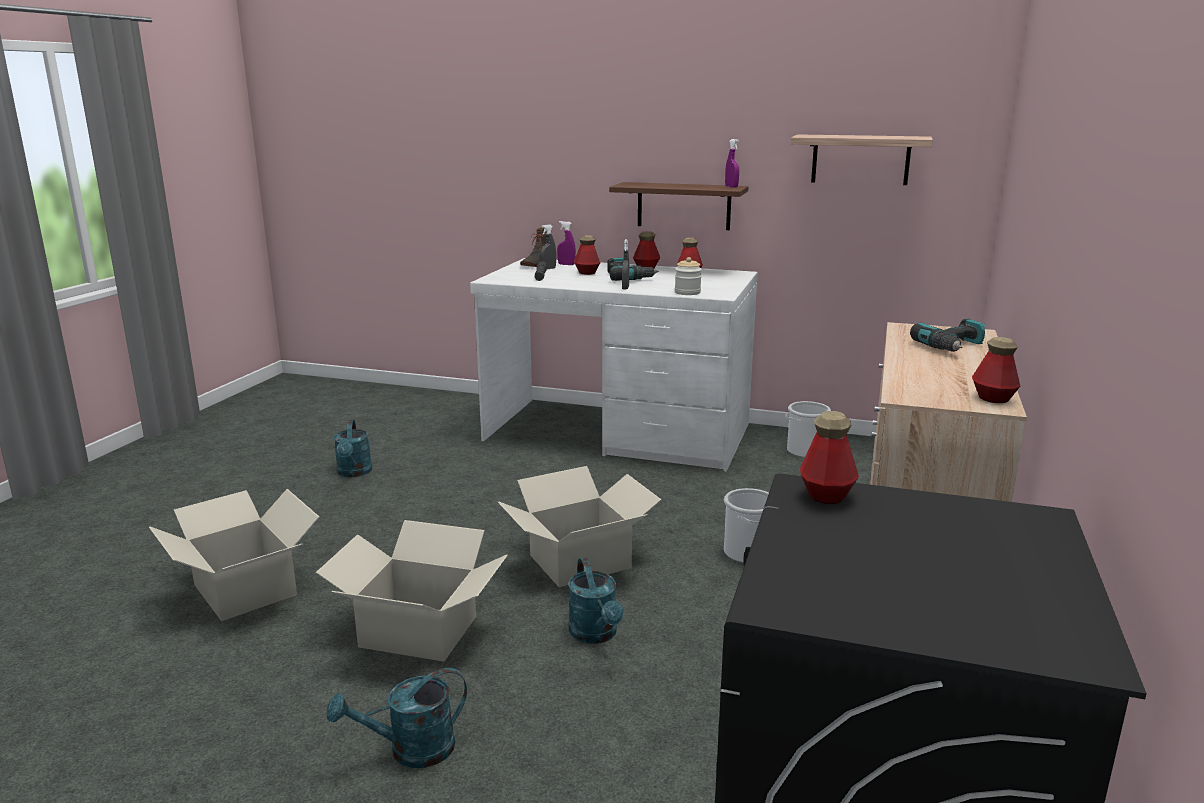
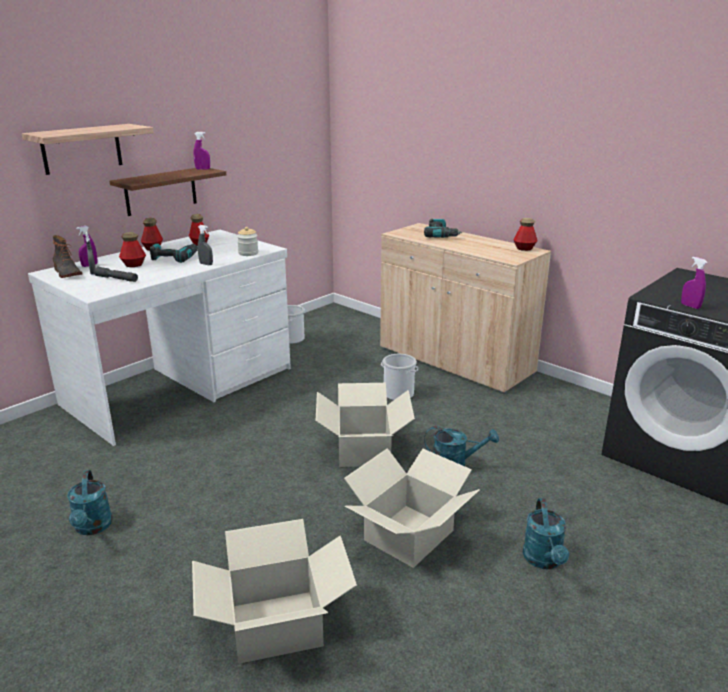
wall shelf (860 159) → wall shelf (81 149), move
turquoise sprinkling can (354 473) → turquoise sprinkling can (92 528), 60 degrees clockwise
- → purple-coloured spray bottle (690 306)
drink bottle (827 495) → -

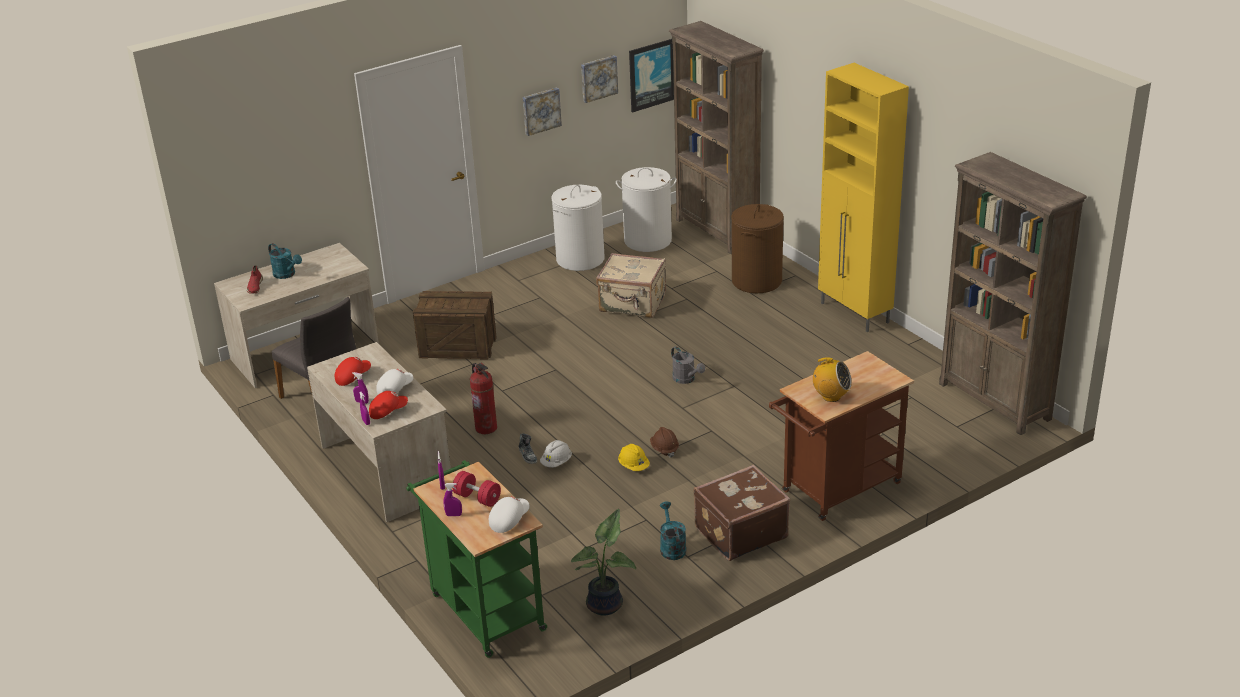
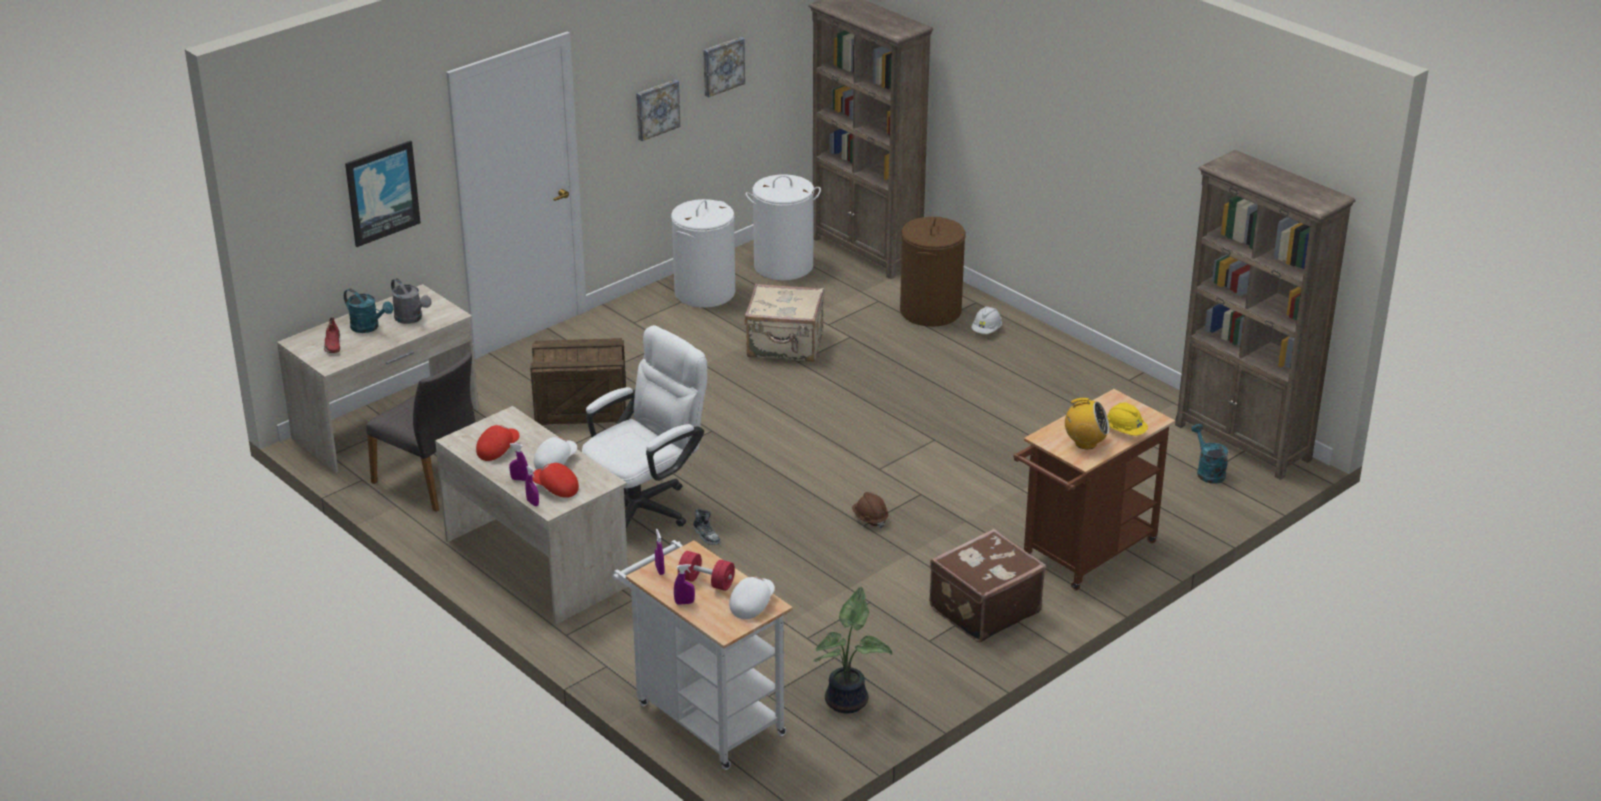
wall picture (651 74) → wall picture (382 192), move
grey sprinkling can (686 379) → grey sprinkling can (411 319), move
red-coloured cap (388 411) → red-coloured cap (555 489), 120 degrees counterclockwise
fire extinguisher (486 428) → white-coloured computer chair (645 506)
greenish wheeled cart (483 608) → white-coloured wheeled cart (703 715)
white-coloured work helmet (556 462) → white-coloured work helmet (986 330), move
yellow-coloured work helmet (633 466) → yellow-coloured work helmet (1125 431), move
turquoise sprinkling can (671 547) → turquoise sprinkling can (1208 472), move
yellow-coloured cupboard (855 313) → -

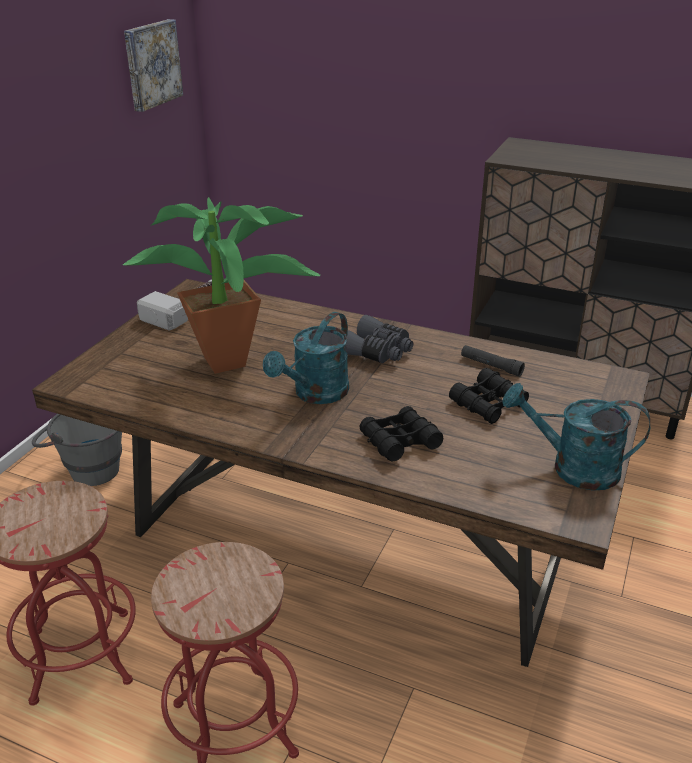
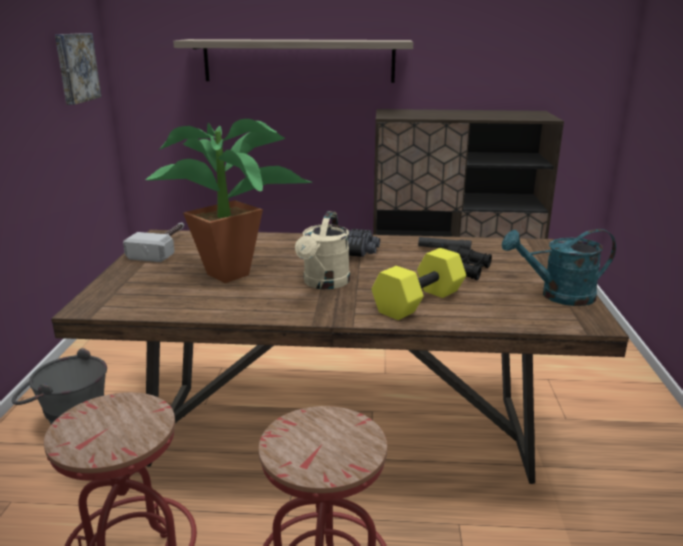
- → wall shelf (299 61)
turquoise sprinkling can (315 394) → beige-coloured sprinkling can (324 283)
black-coloured binoculars (399 441) → yellow-coloured free weight (418 301)

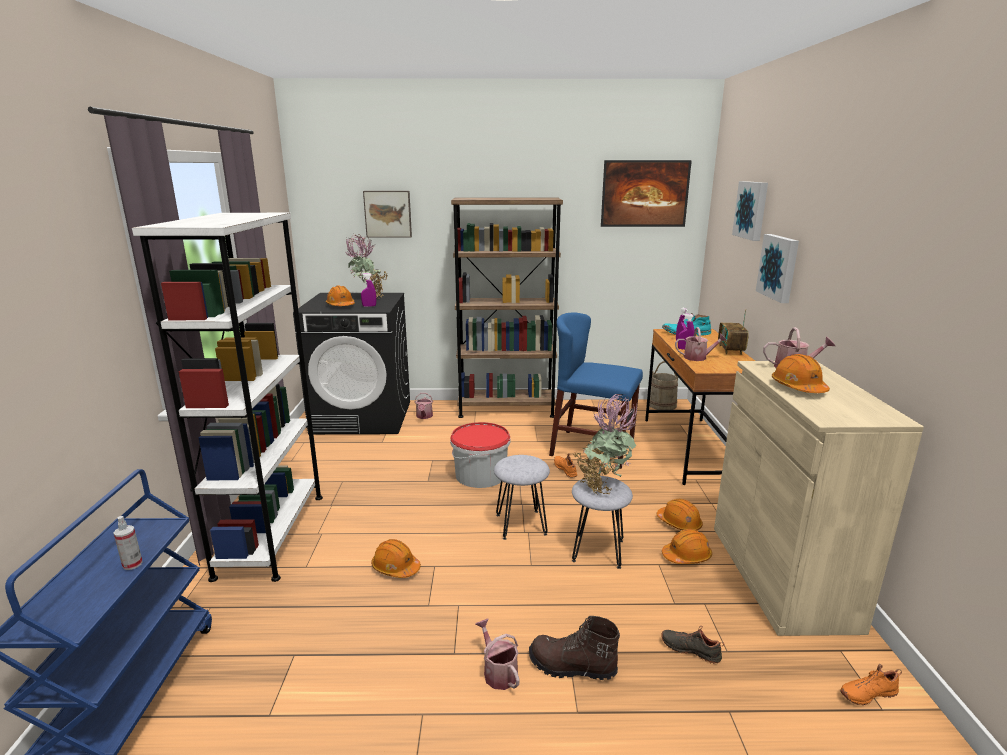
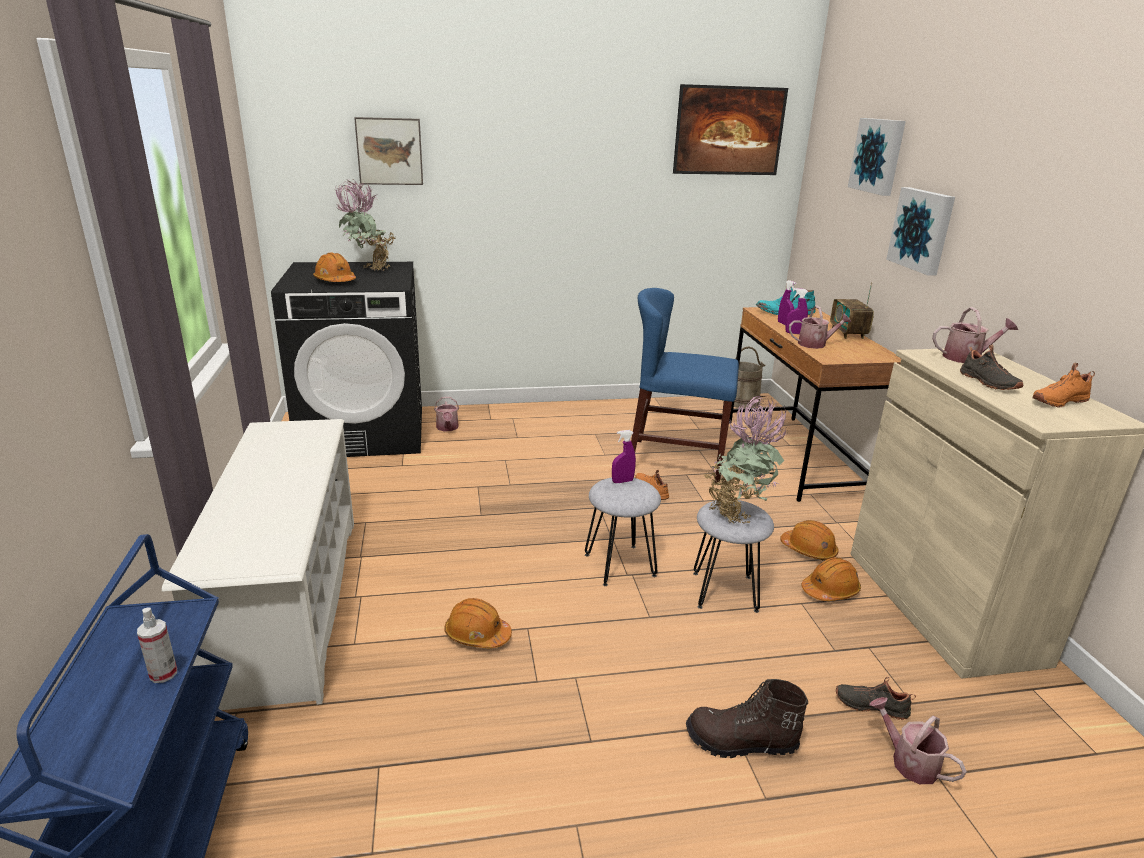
white-coloured bookcase (271 534) → white-coloured shoe rack (290 602)
purple-coloured spray bottle (369 306) → purple-coloured spray bottle (622 481), move
sprinkling can (498 671) → sprinkling can (908 761), move
orange-coloured work helmet (798 387) → black-coloured low shoe (987 382)
orange-coloured low shoe (867 693) → orange-coloured low shoe (1057 401), move
pail (481 474) → -
brown-coloured bookcase (506 409) → -

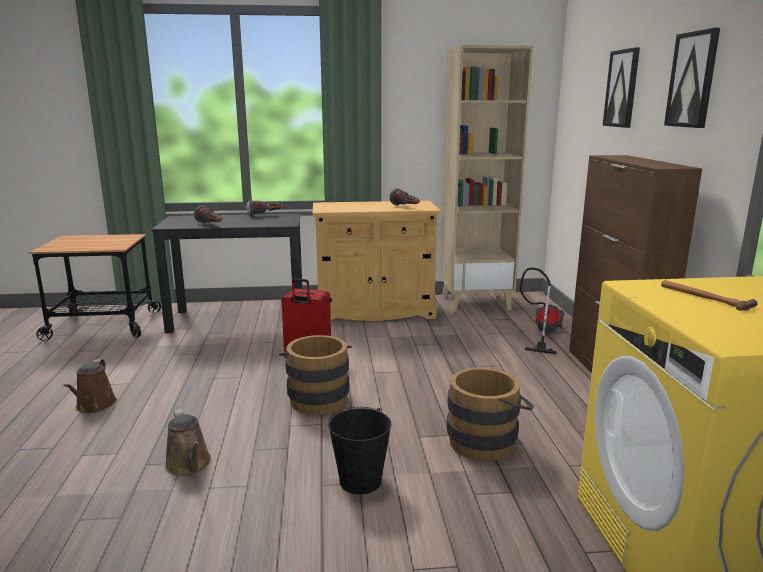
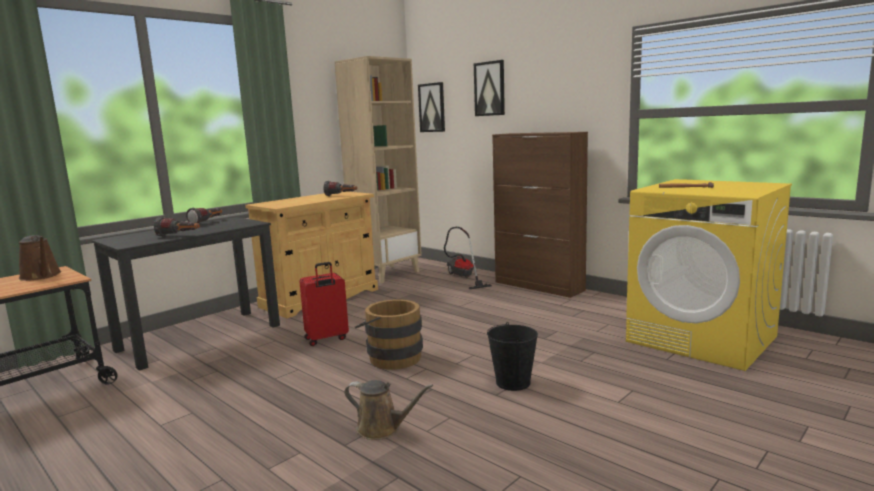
brown-coloured sprinkling can (94 406) → brown-coloured sprinkling can (41 276), move
wall picture (692 80) → wall picture (432 107), move
brown-coloured pail (487 440) → -

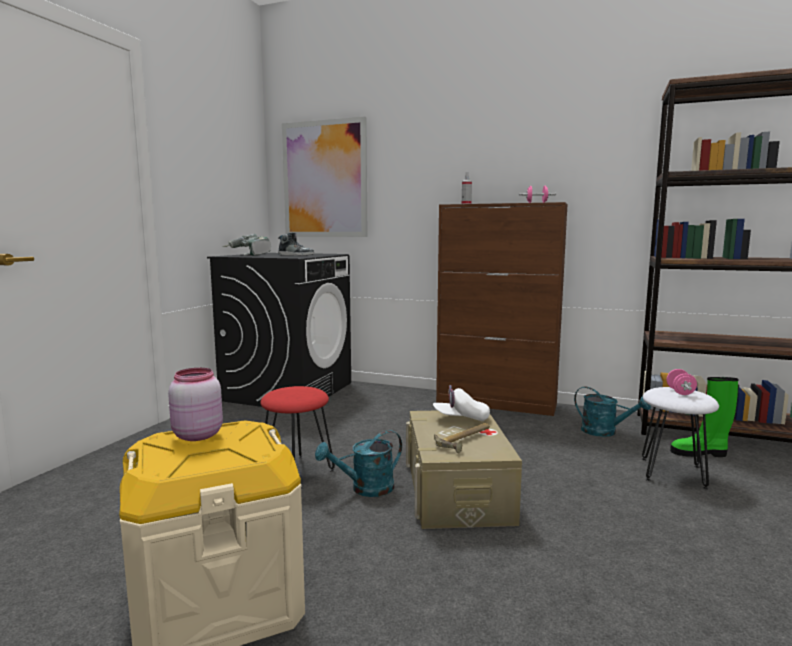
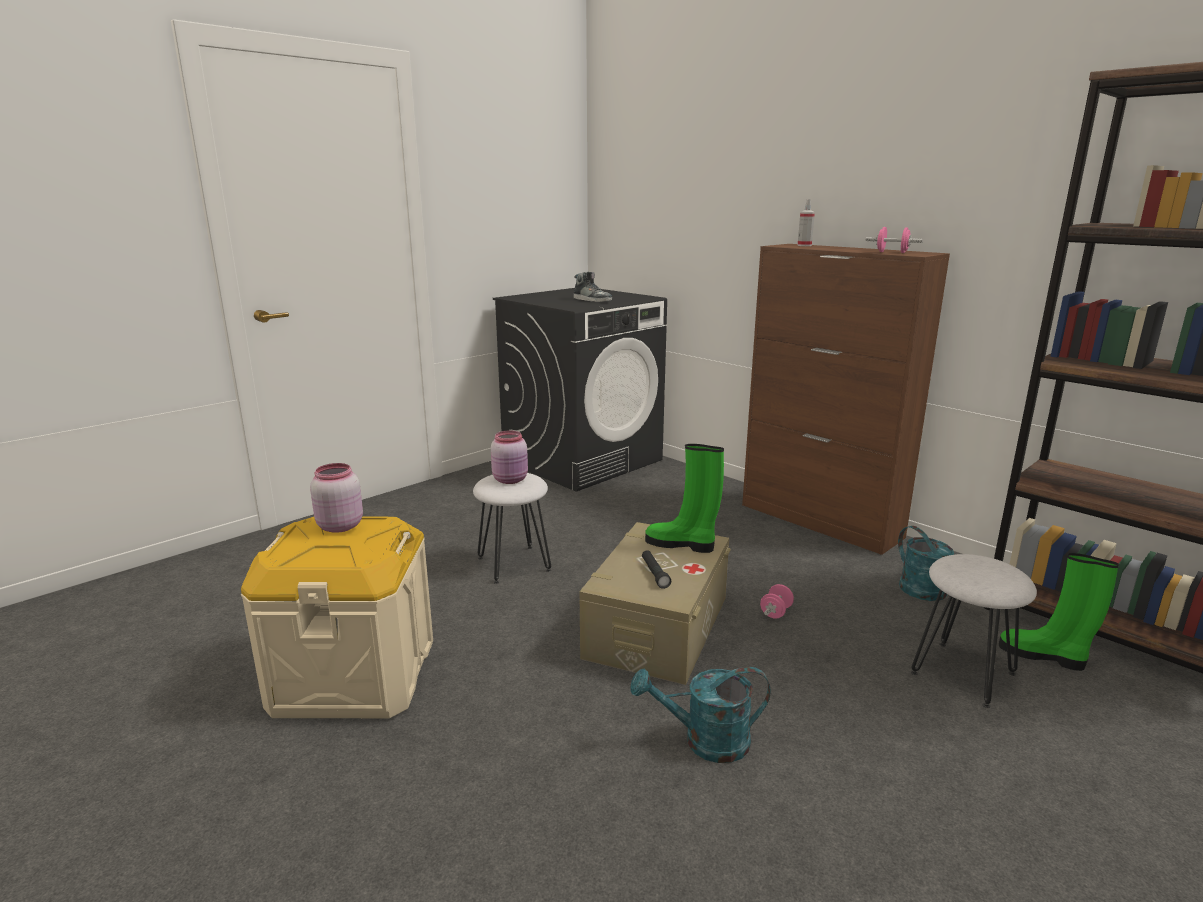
red-coloured stool (298 471) → white-coloured stool (514 564)
- → pinkish preserve jar (511 480)
turquoise sprinkling can (365 489) → turquoise sprinkling can (705 742), move
tool hammer (466 440) → black-coloured flashlight (655 574)
white-coloured cap (461 418) → greenish boot (681 544)
pinkish free weight (680 392) → pinkish free weight (776 612), move
electric drill (248 255) → -
wall picture (325 179) → -

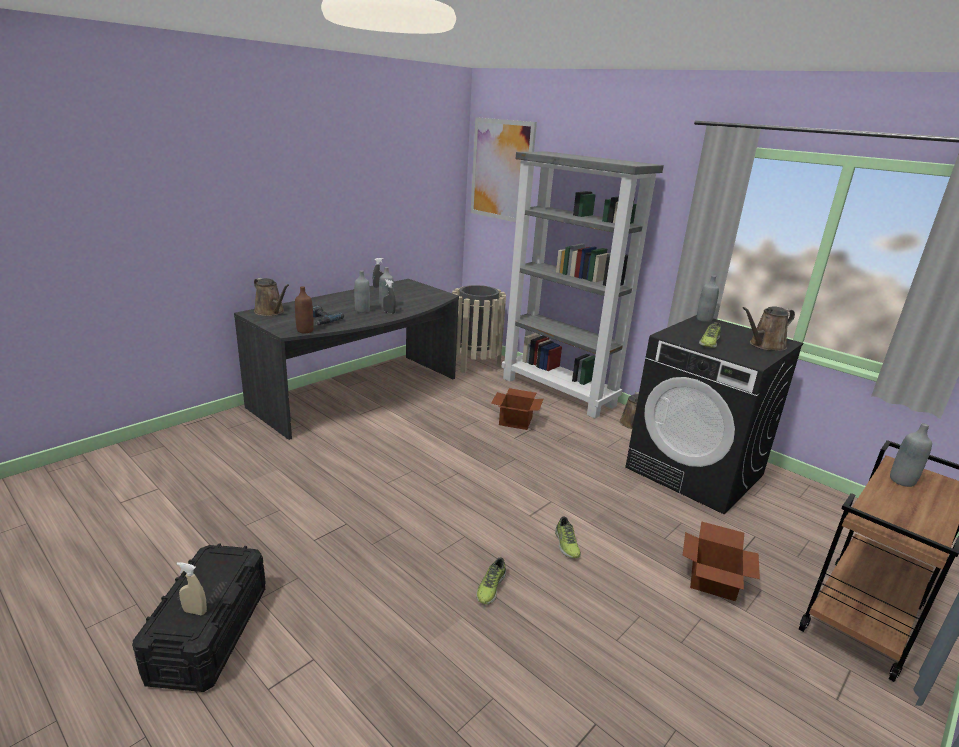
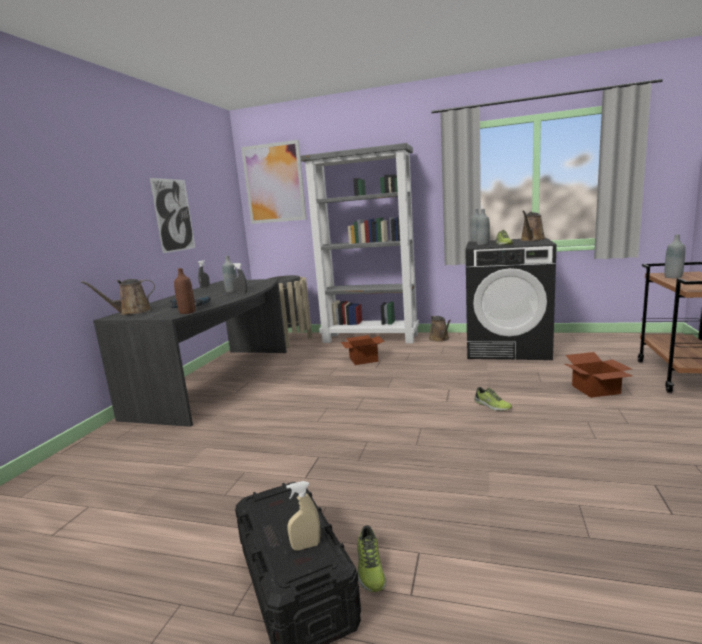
brown-coloured sprinkling can (271 312) → brown-coloured sprinkling can (132 312), 135 degrees clockwise
- → wall picture (174 215)
low shoe (490 587) → low shoe (369 568), move
grey drink bottle (362 310) → grey drink bottle (483 244), move

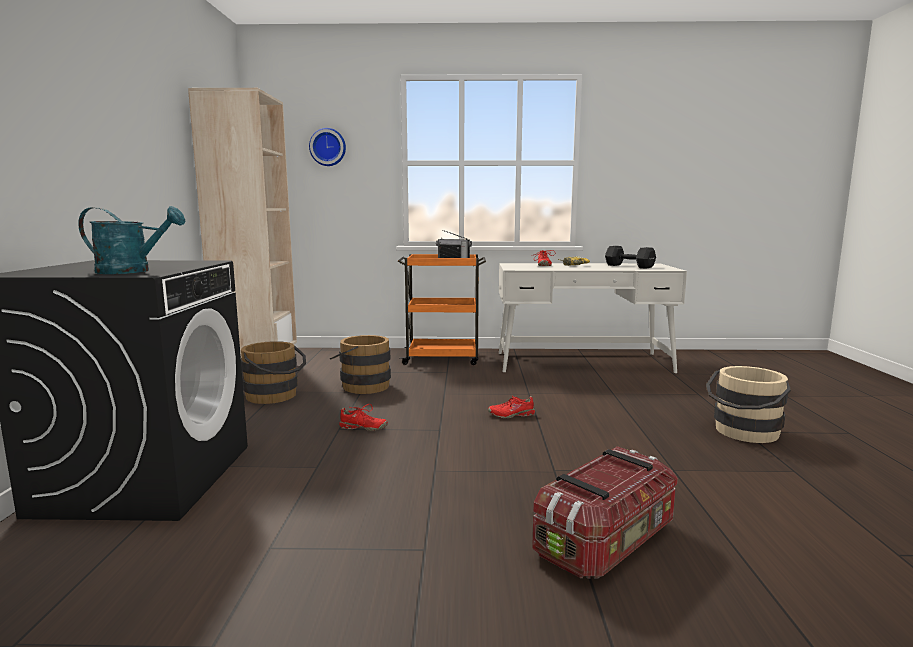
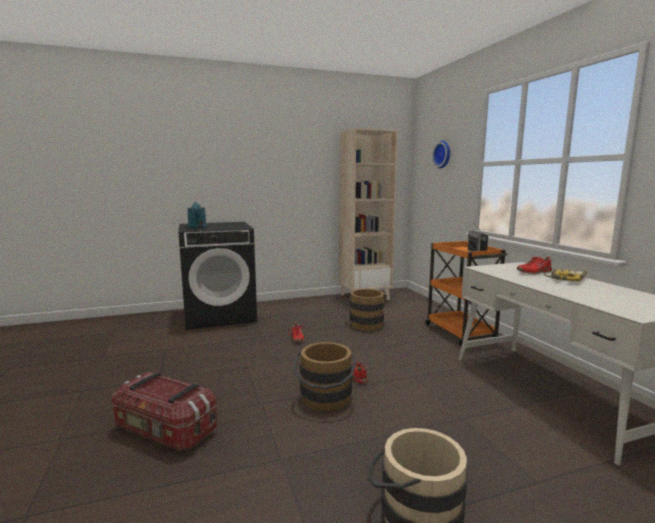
brown-coloured pail (275 396) → brown-coloured pail (325 401), move
black-coloured free weight (628 266) → -

